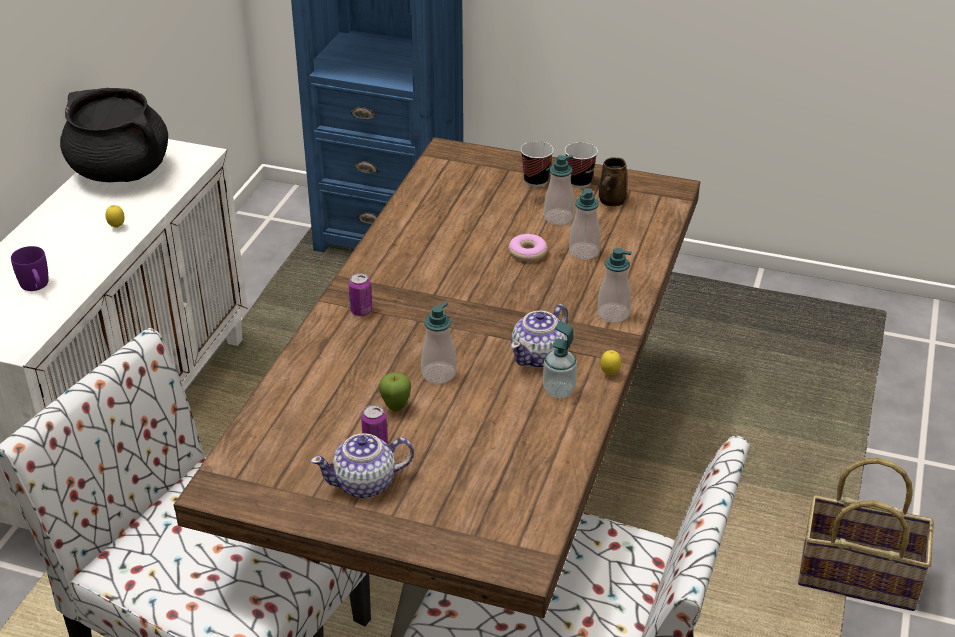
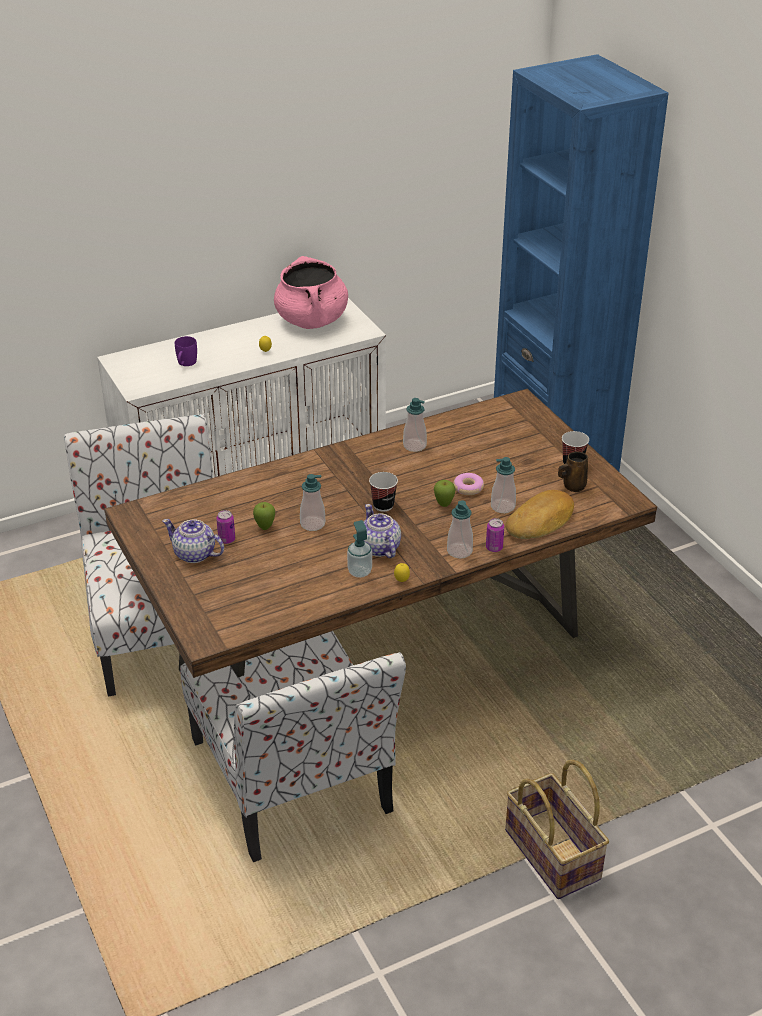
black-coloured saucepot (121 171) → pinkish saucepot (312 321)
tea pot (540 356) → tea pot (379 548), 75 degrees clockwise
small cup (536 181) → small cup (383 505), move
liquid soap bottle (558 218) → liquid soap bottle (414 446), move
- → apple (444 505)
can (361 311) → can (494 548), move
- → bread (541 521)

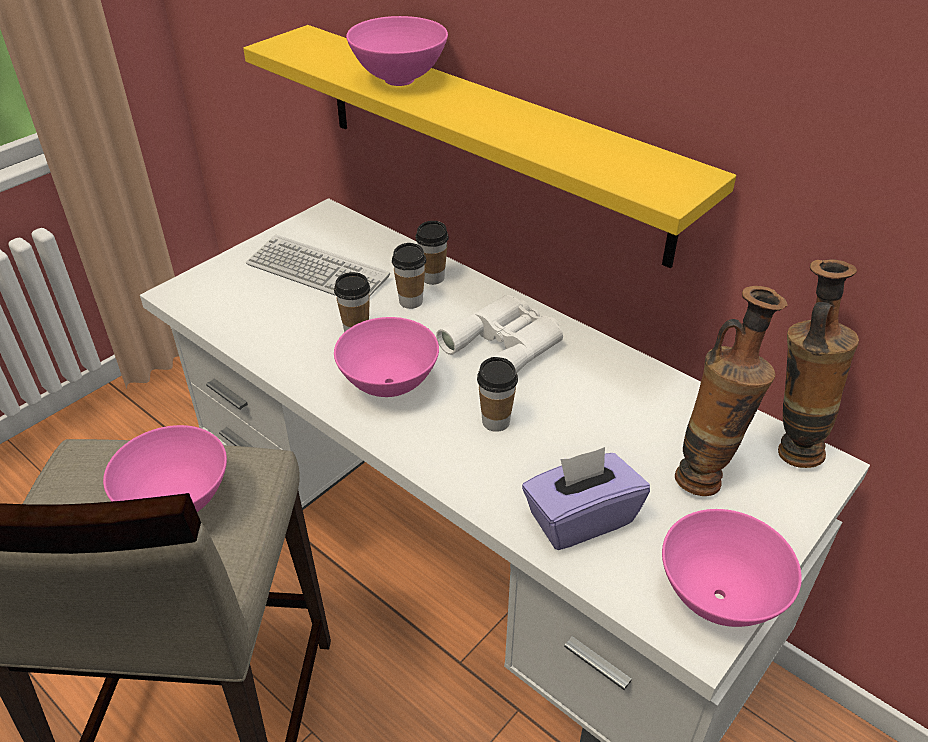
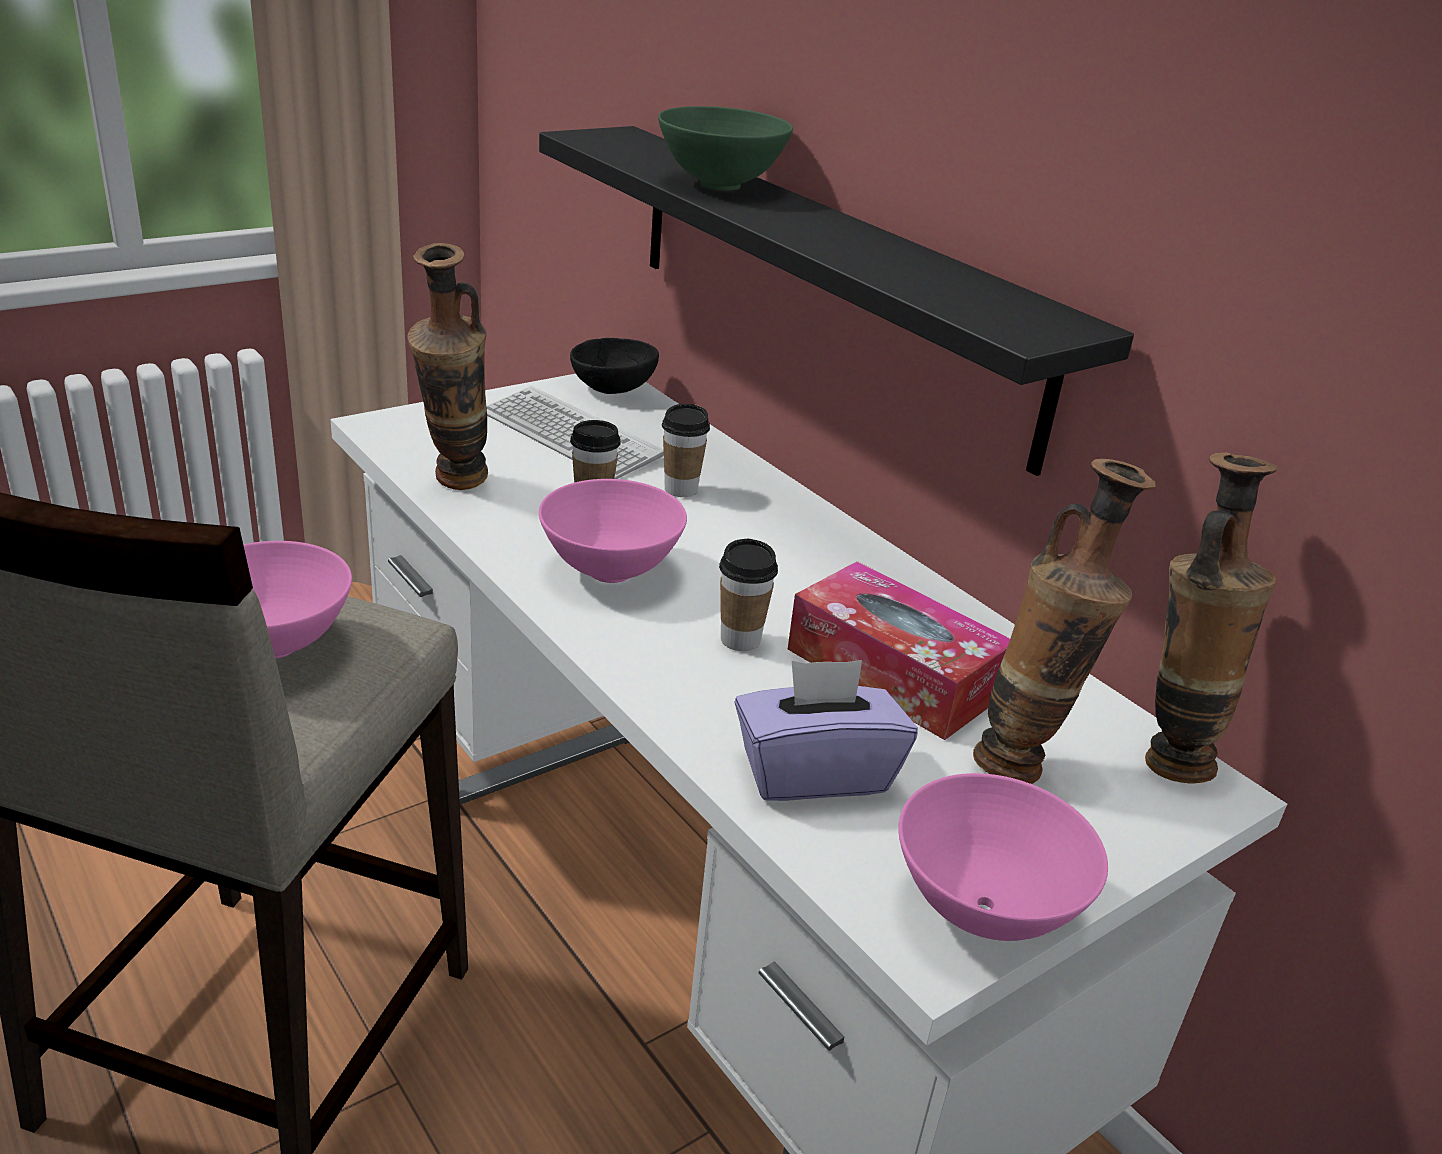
- → decorative vase (454 486)
yellow-coloured wall shelf (487 139) → black-coloured wall shelf (825 283)
- → black-coloured bowl (611 387)
pinkish bowl (400 80) → greenish bowl (721 185)
- → box of tissues (893 673)
small cup (433 278) → -
white-coloured binoculars (506 344) → -

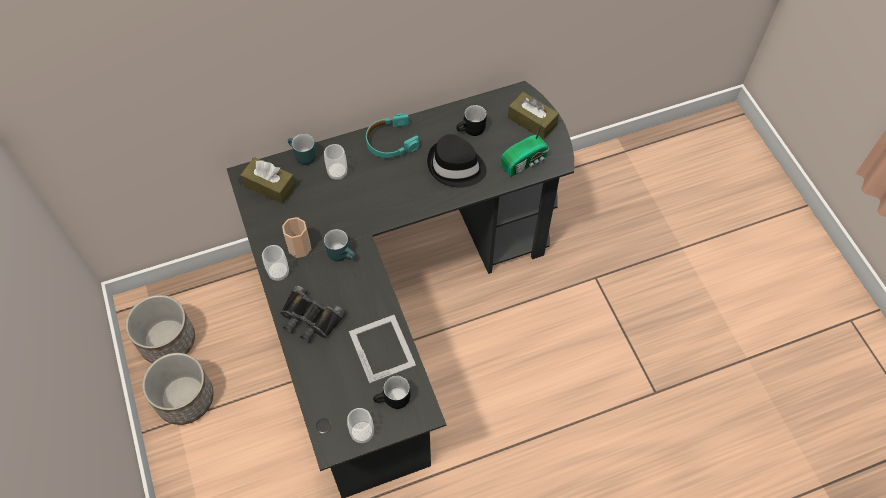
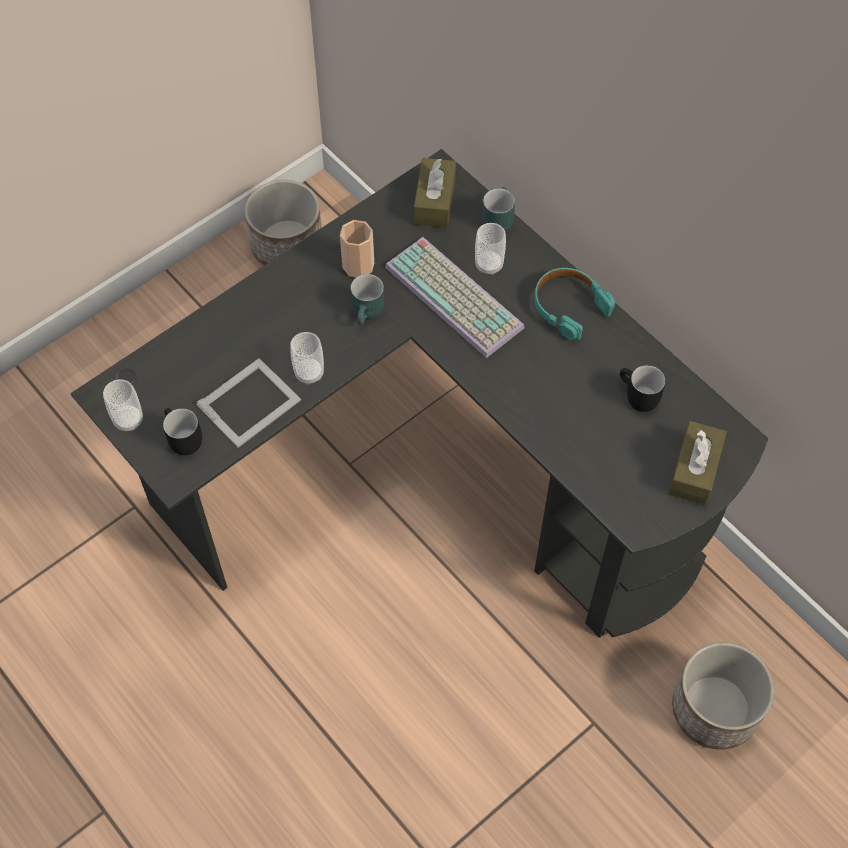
small cup (278 272) → small cup (309 373), move
- → computer keyboard (457 297)
plant pot (185 399) → plant pot (713 709), move
black-coloured binoculars (309 319) → -
black-coloured hat (456 167) → -
radio set (525 162) → -

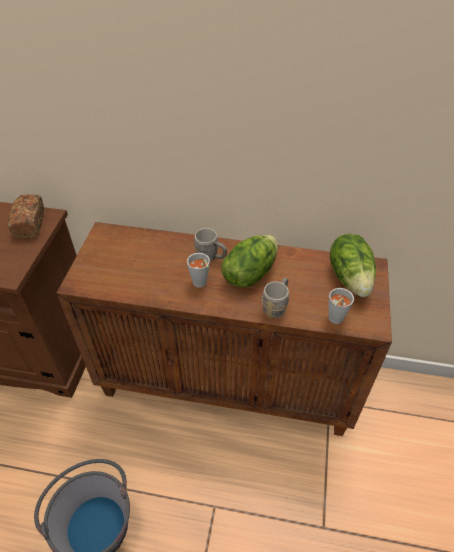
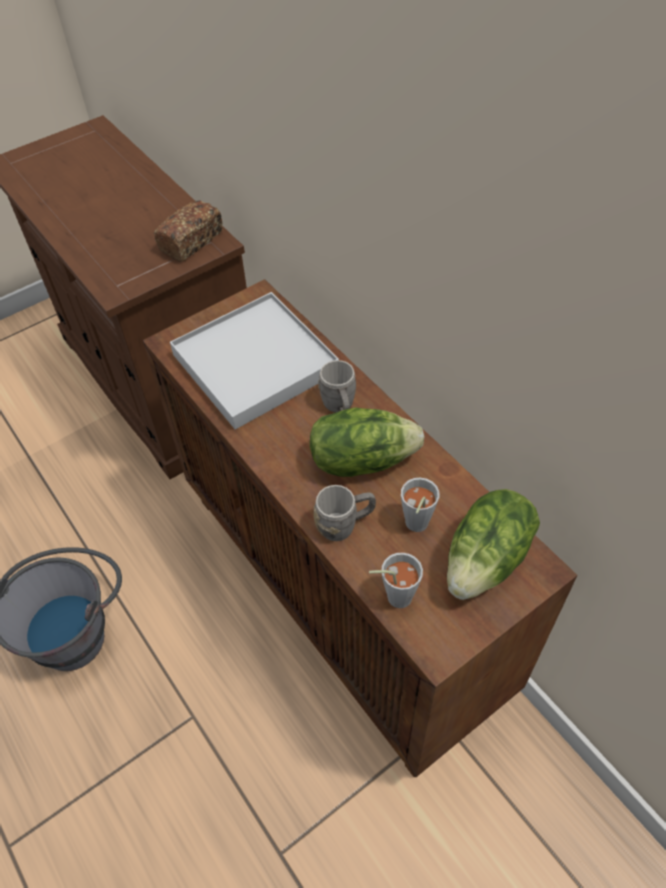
- → white-coloured carrying tray (254 363)
grey small cup (200 284) → grey small cup (414 526), move

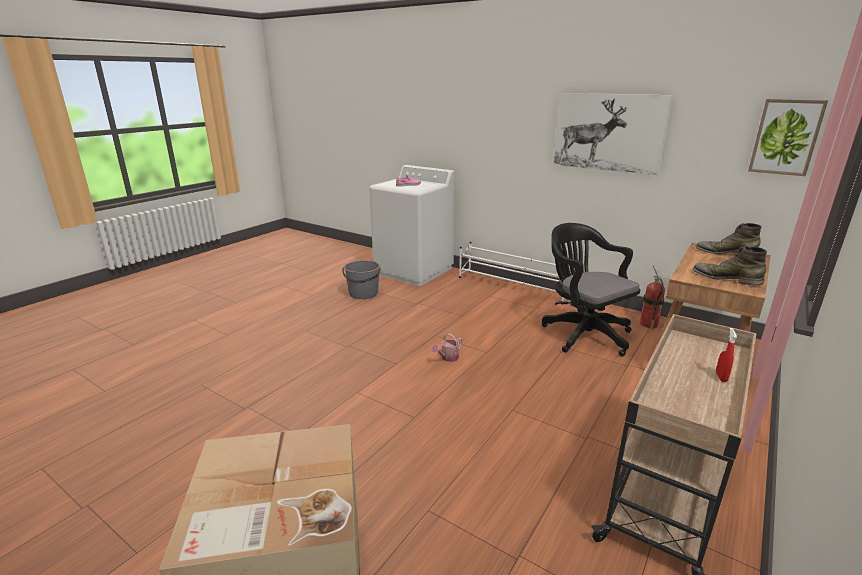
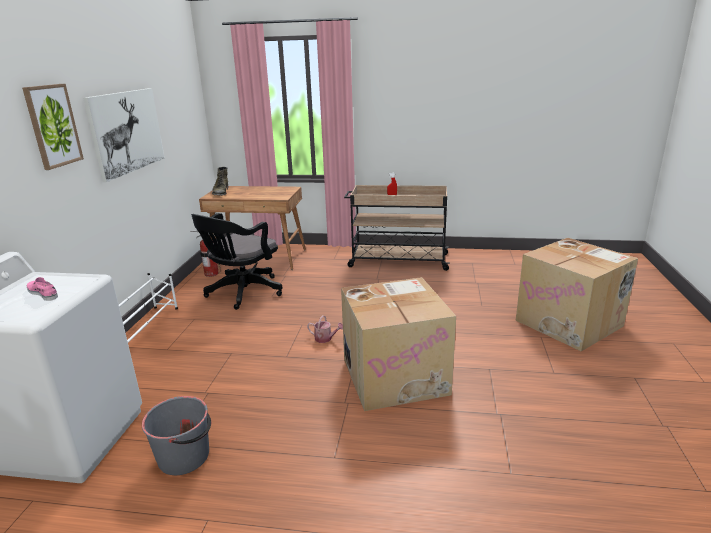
wall picture (786 137) → wall picture (53 126), move
- → cardboard box (395 375)
greenish boot (726 278) → -

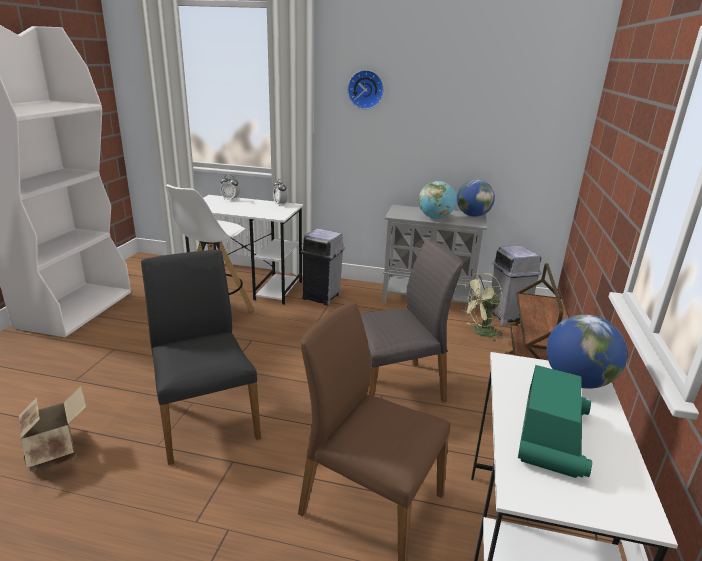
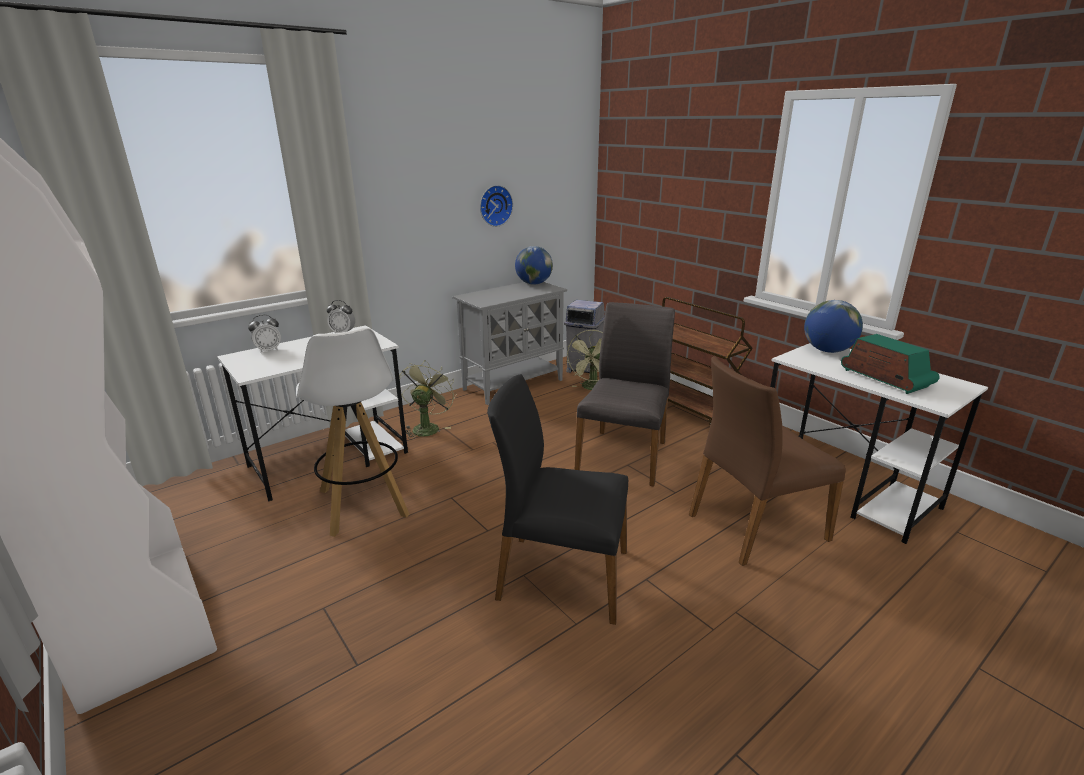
grey rubbish bin (322 297) → greenish electric fan (427 427)
clock on the wall (366 89) → clock on the wall (494 205), move
cardboard box (57 451) → -
world globe (435 218) → -

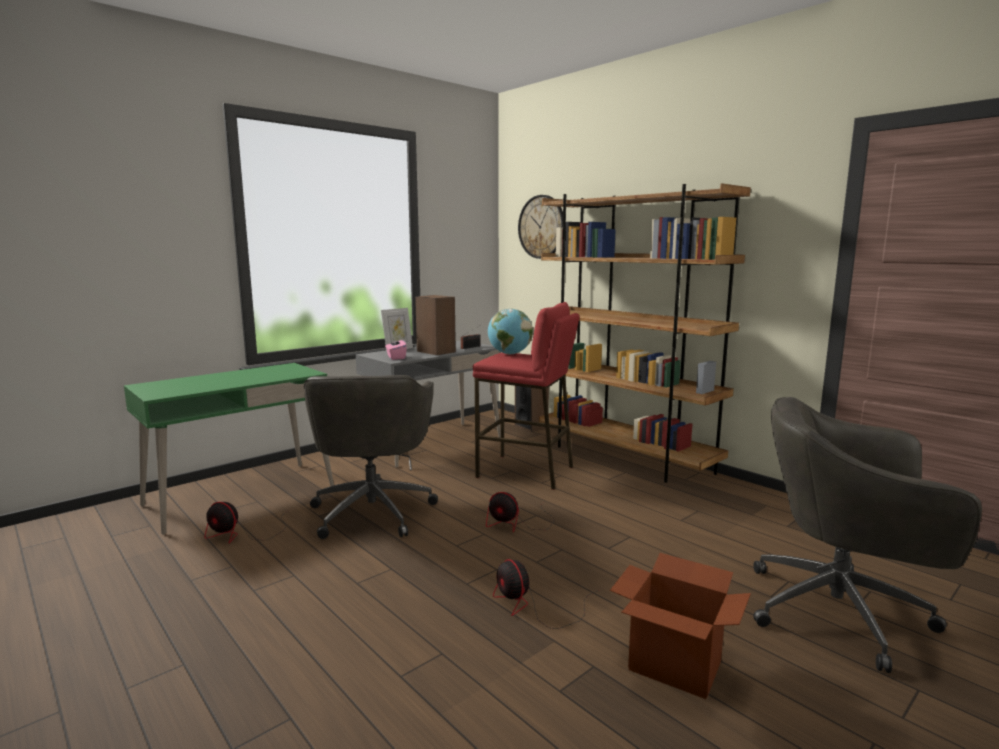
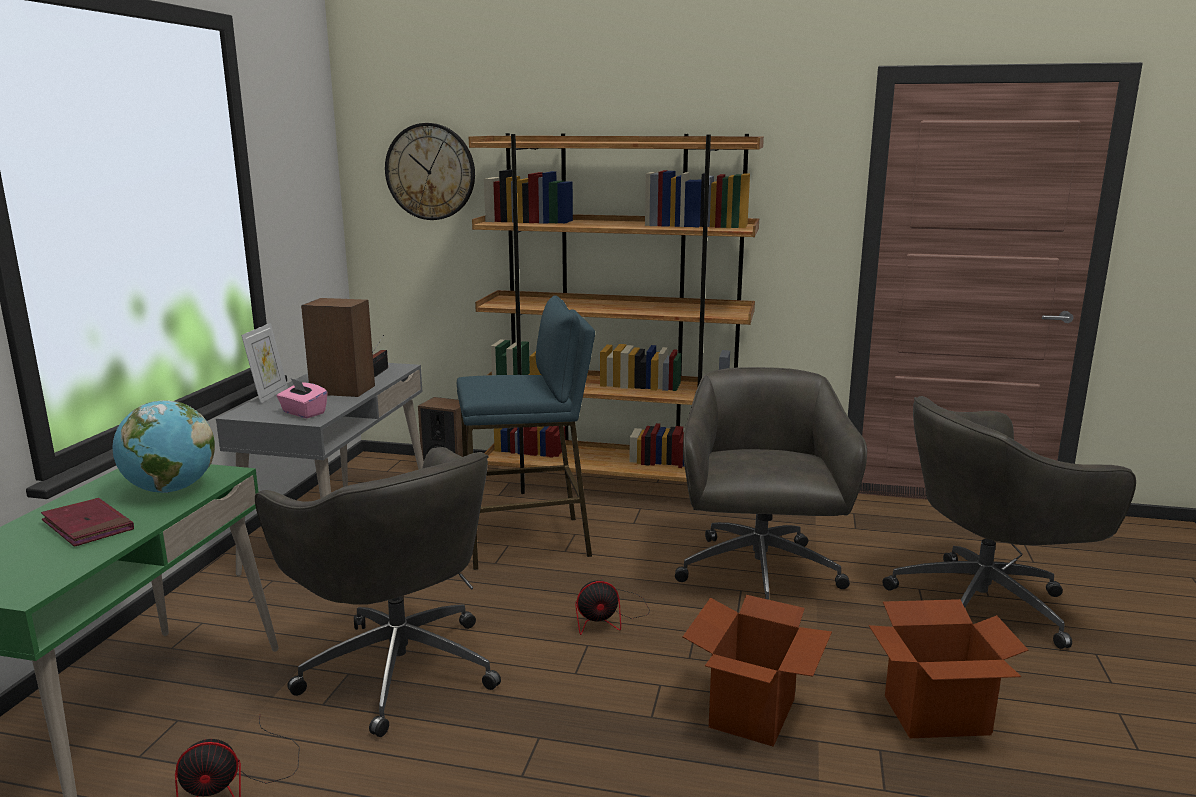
- → red-coloured book (88 526)
world globe (509 354) → world globe (170 490), move
red-coloured stool (526 472) → blue stool (528 542)
- → grey computer chair (759 575)
electric fan (532 607) → cardboard box (752 713)

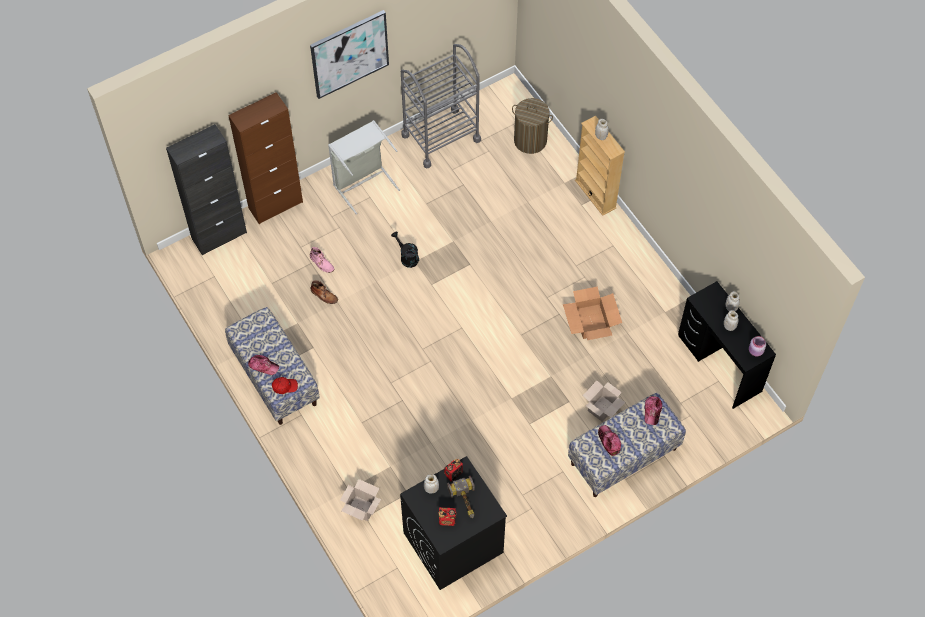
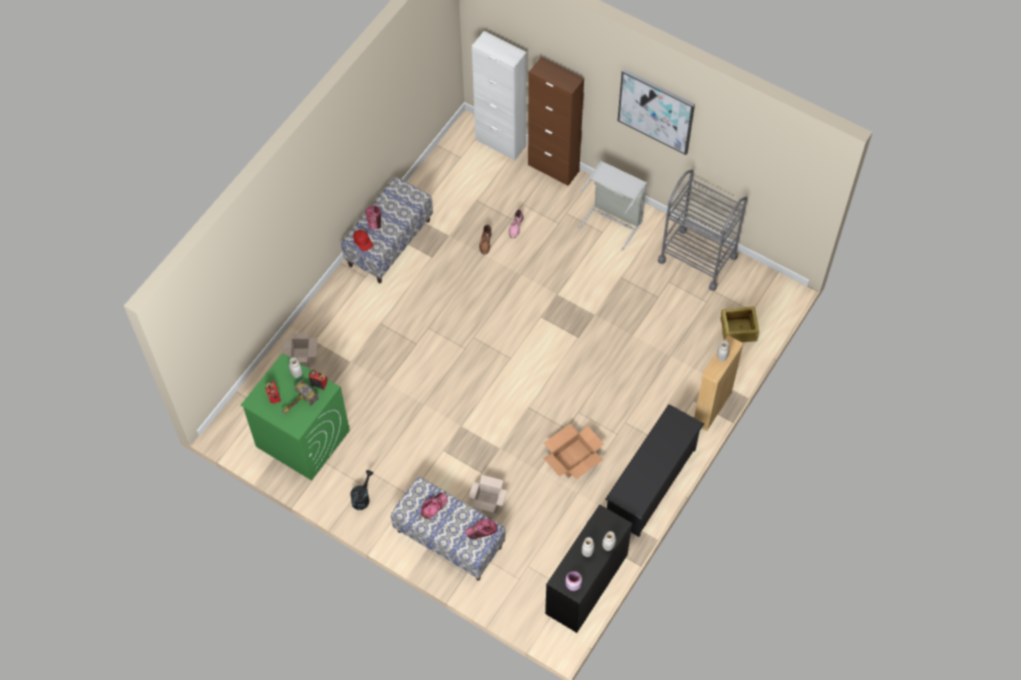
black-coloured laundry machine (453 543) → greenish laundry machine (302 438)
black-coloured sprinkling can (407 257) → black-coloured sprinkling can (362 498), move
black-coloured cupboard (219 236) → white-coloured cupboard (500 143)
- → black-coloured shoe rack (651 483)
hamper (530 140) → packing crate (738 330)

